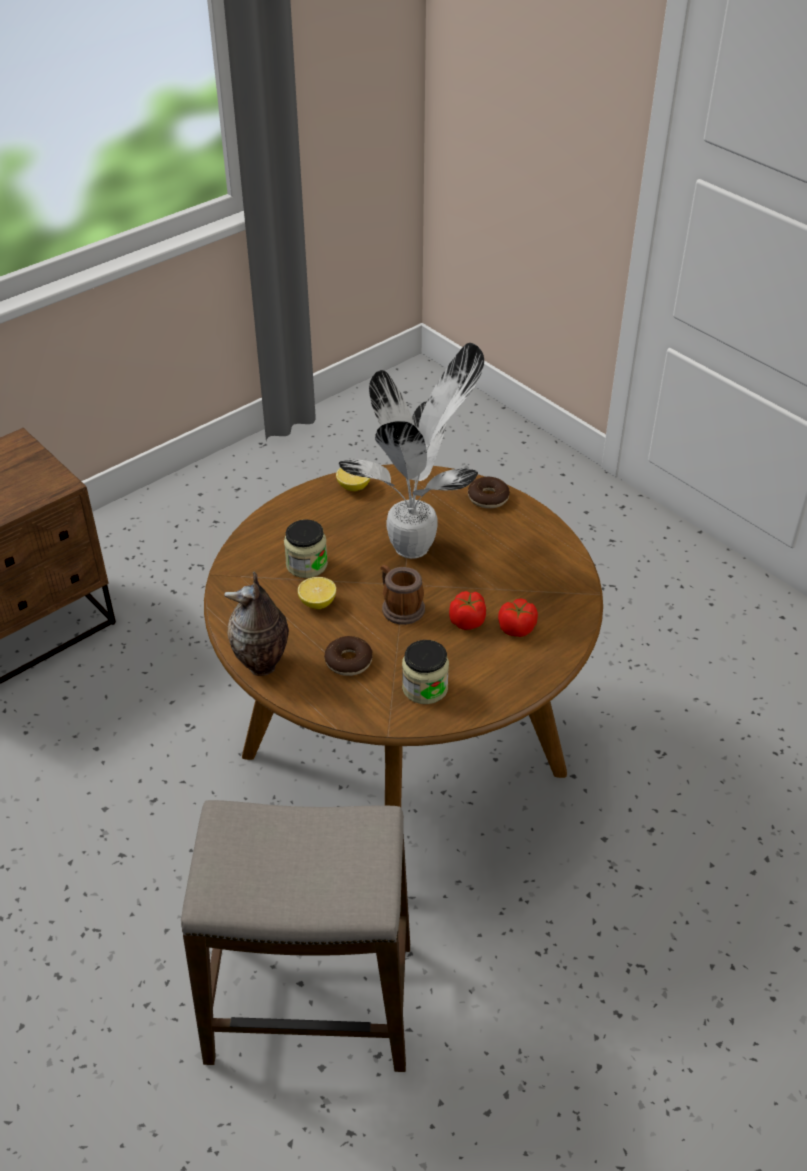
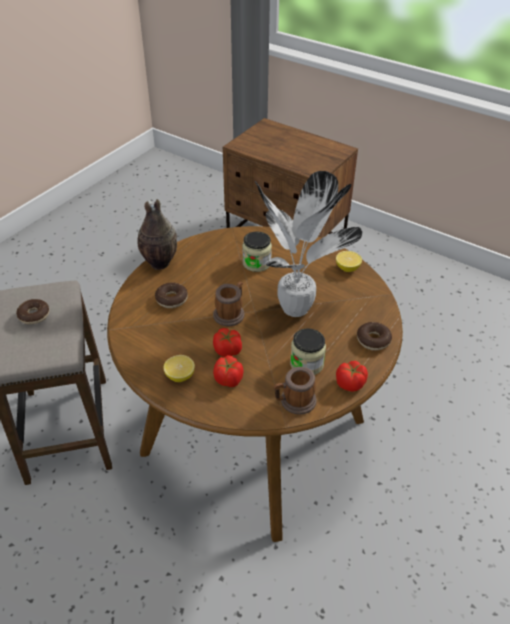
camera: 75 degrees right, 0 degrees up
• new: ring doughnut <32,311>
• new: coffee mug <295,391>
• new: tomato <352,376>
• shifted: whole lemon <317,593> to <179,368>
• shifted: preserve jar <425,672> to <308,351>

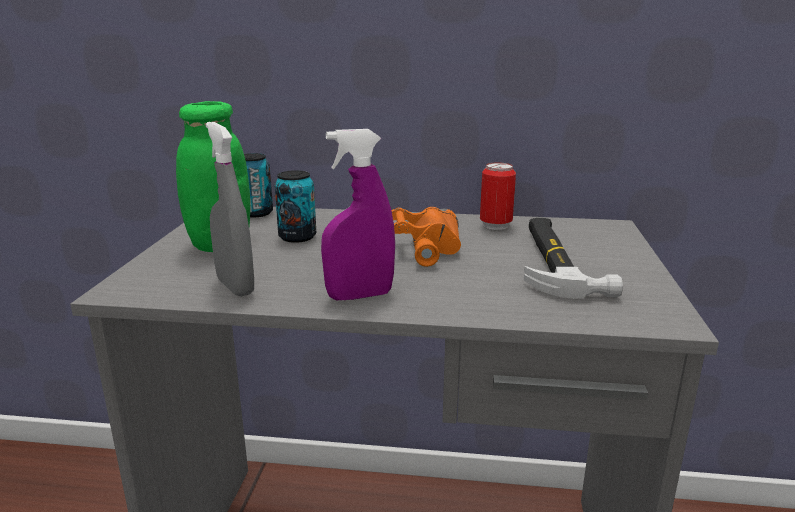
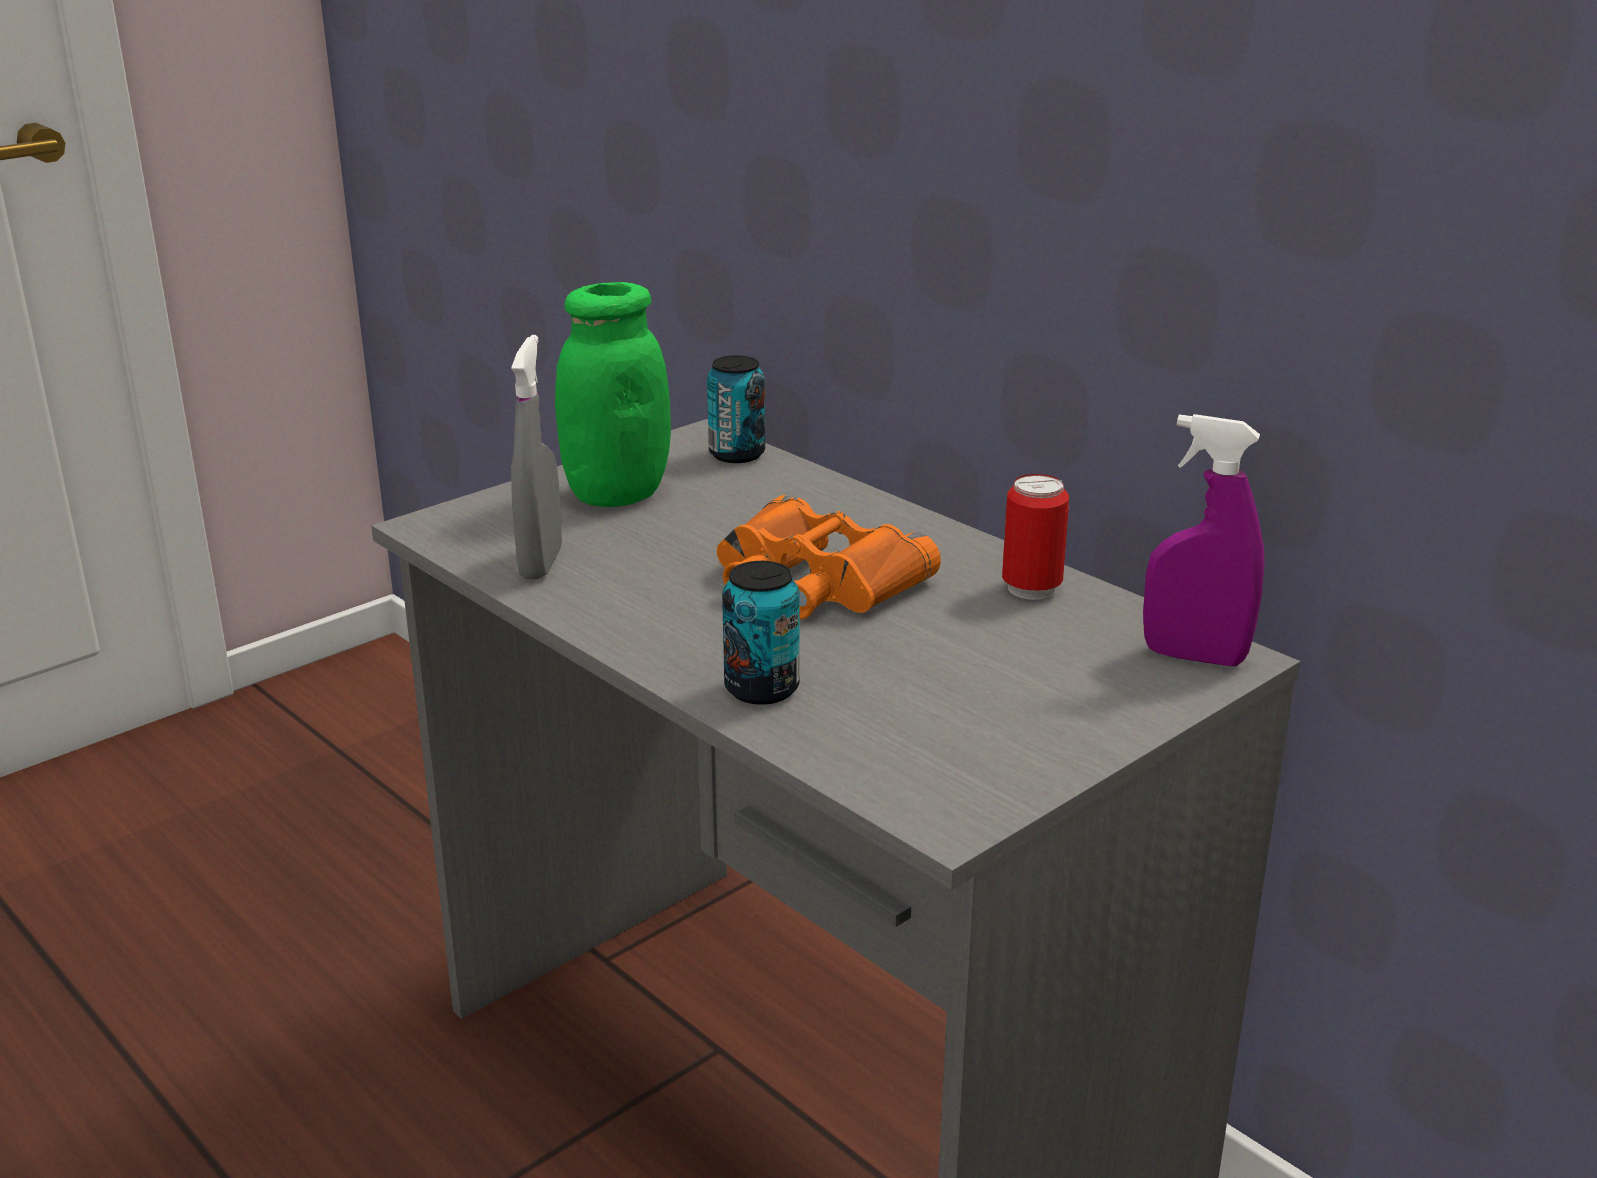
camera: 40 degrees right, 5 degrees up
• gone: tool hammer <573,258>
• shifted: sealed can <295,206> to <761,633>
• shifted: purple sprayer <358,214> to <1204,540>

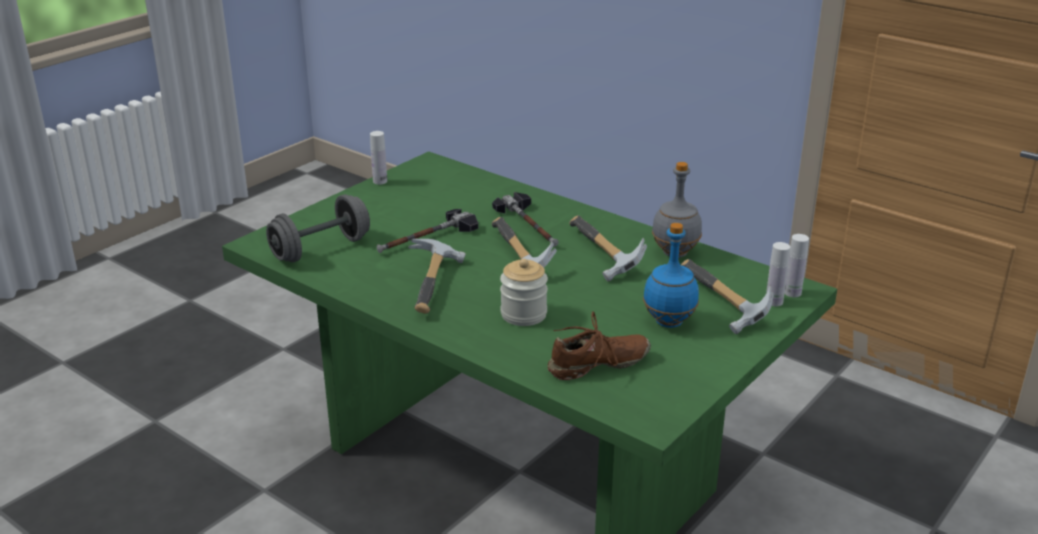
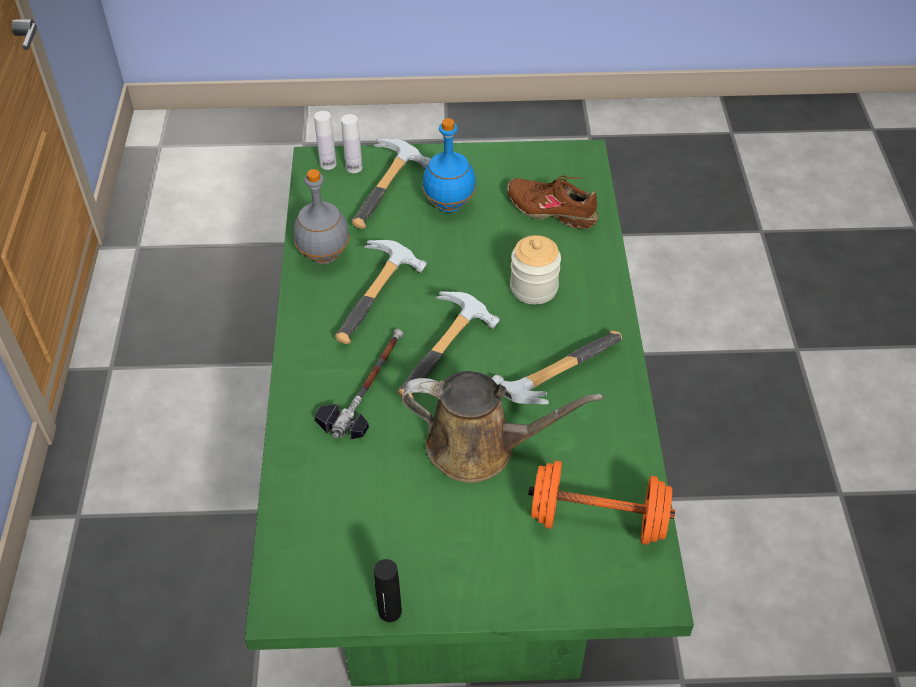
camera: 130 degrees left, 20 degrees up
• swapped: tool hammer <427,231> to brown watering pot <502,427>
• repainted: gray free weight <318,228> to orange-coloured free weight <601,502>
• repainted: white-coloured bottle <378,158> to black bottle <388,590>

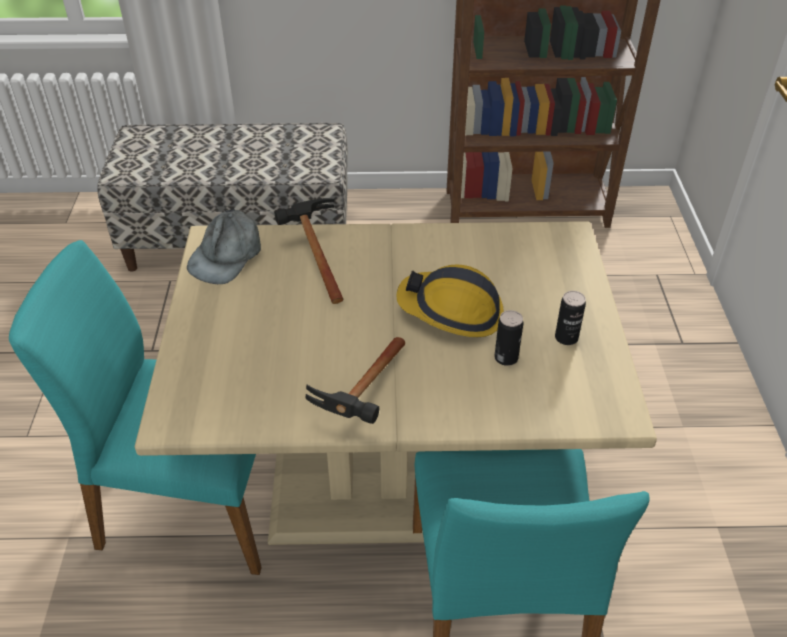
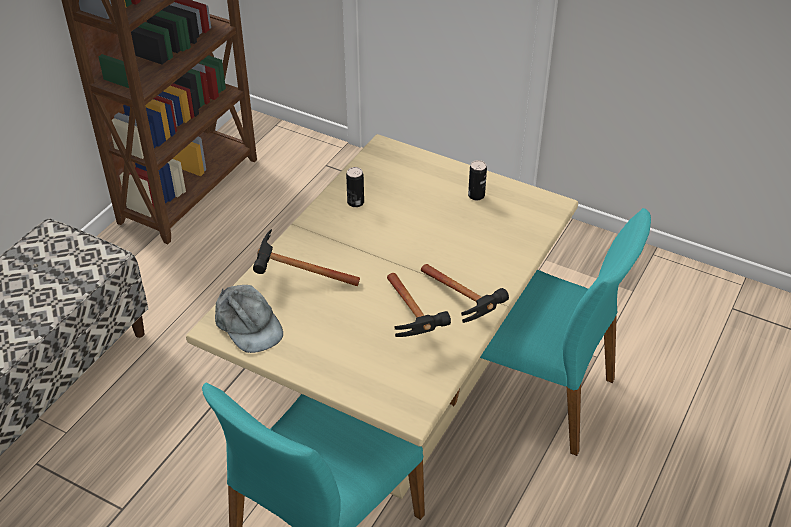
camera: 60 degrees left, 0 degrees up
• gone: safety helmet <450,300>
• new: tool hammer <419,305>
• shifted: sealed can <509,338> to <355,187>

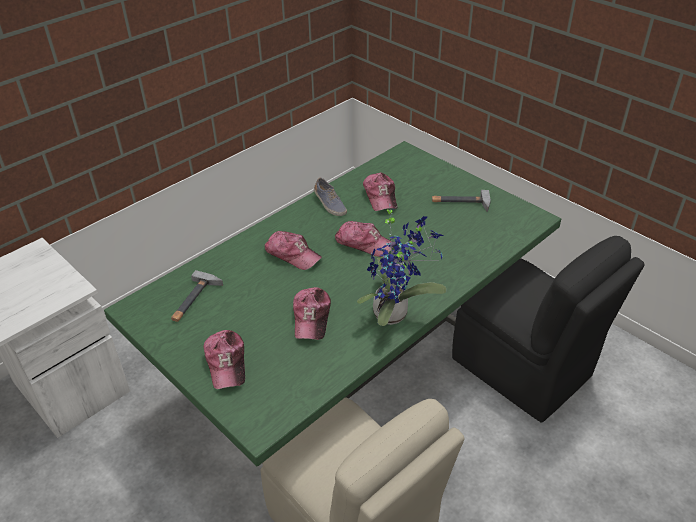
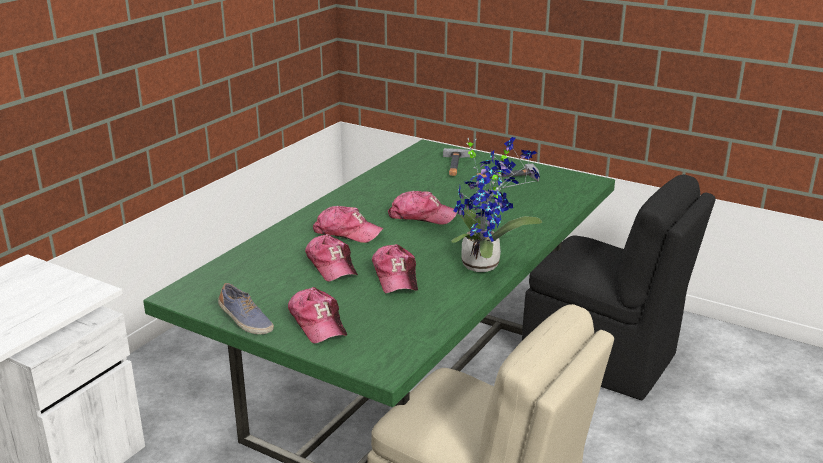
camera: 15 degrees left, 15 degrees down
• shifted: tool hammer <197,296> to <457,162>
• shifted: low shoe <330,197> to <246,308>
• shifted: baseball cap <380,192> to <331,258>

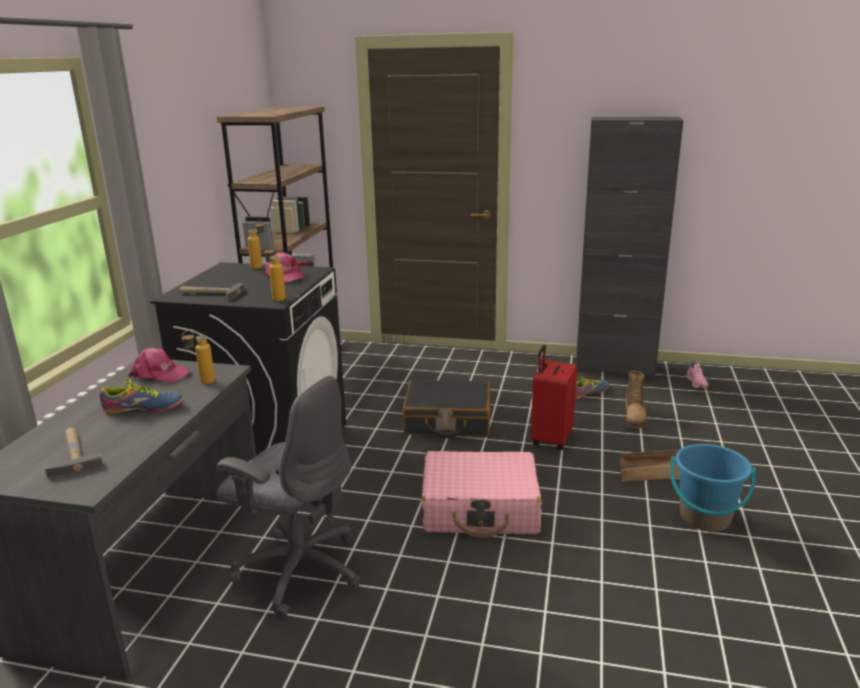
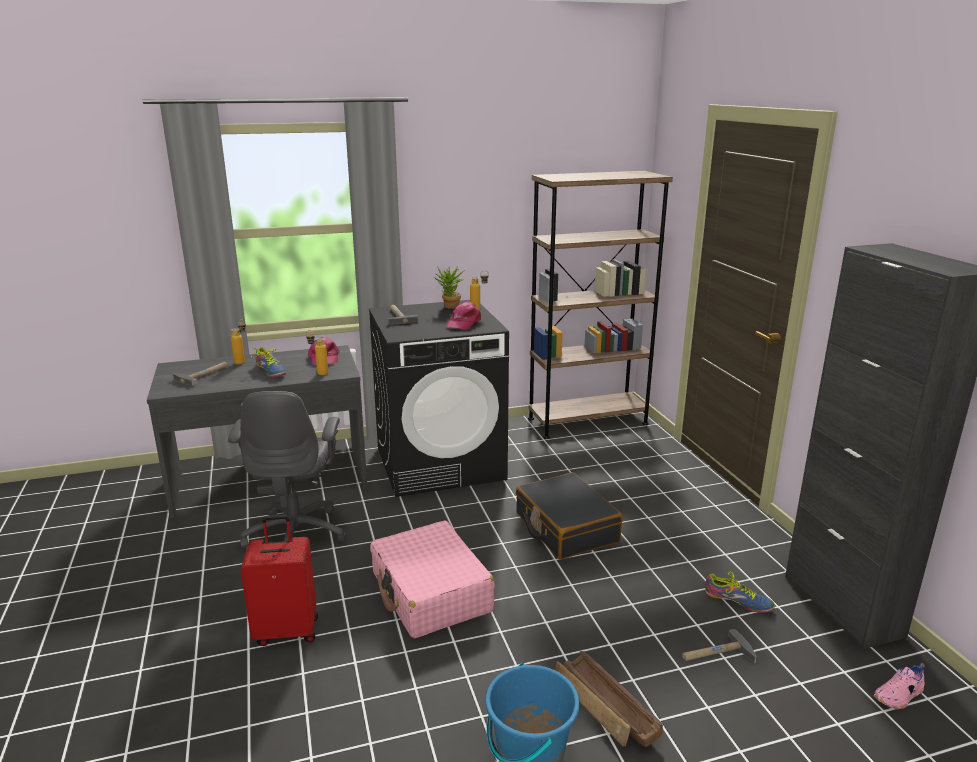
camera: 60 degrees right, 0 degrees up
• new: potted plant <449,287>
• shifted: bottle <275,273> to <238,342>
• shifted: red-coloured travel case <554,397> to <279,580>
• swapped: tall boot <636,399> to tool hammer <719,646>

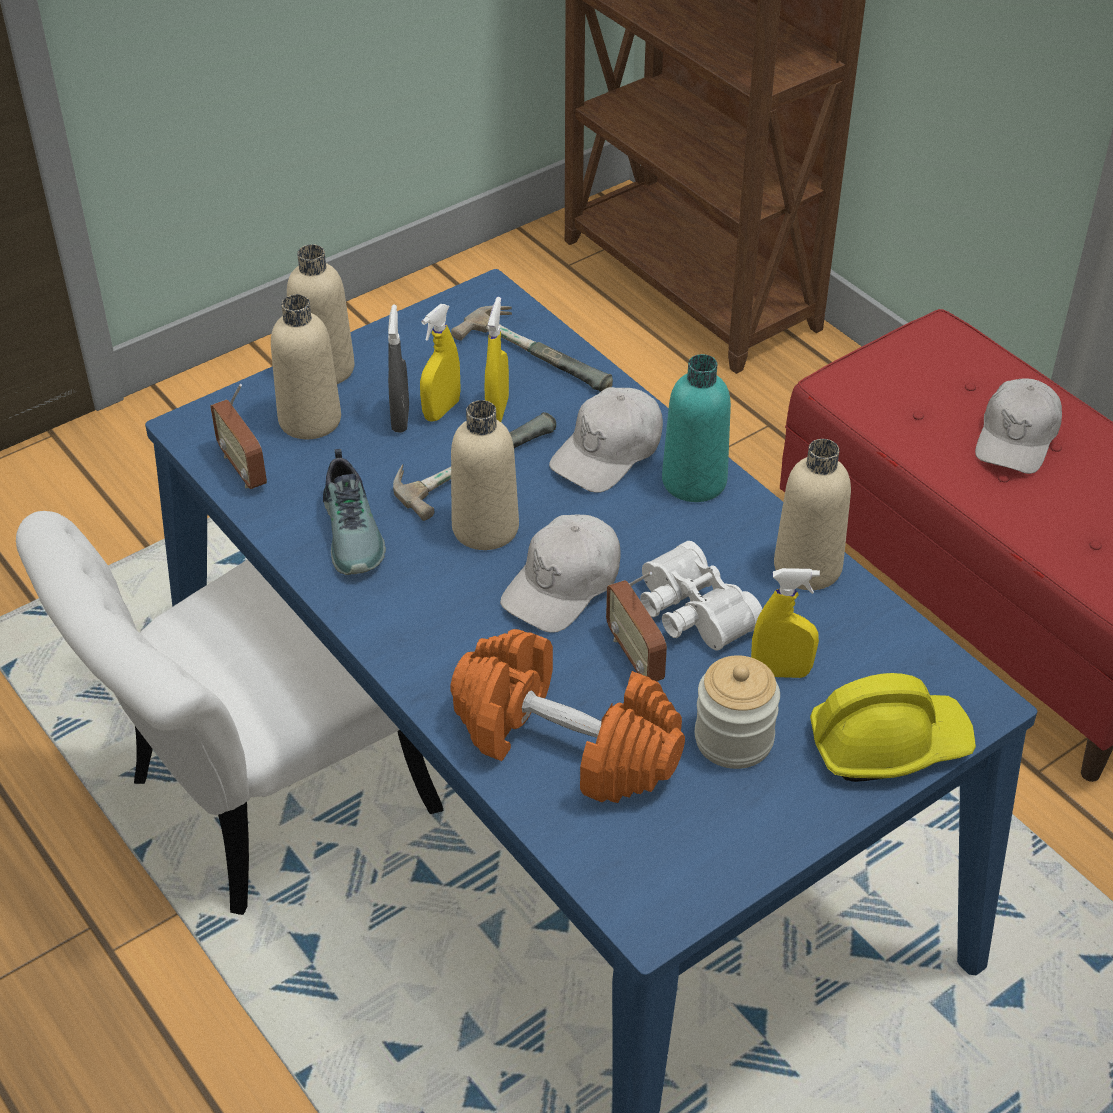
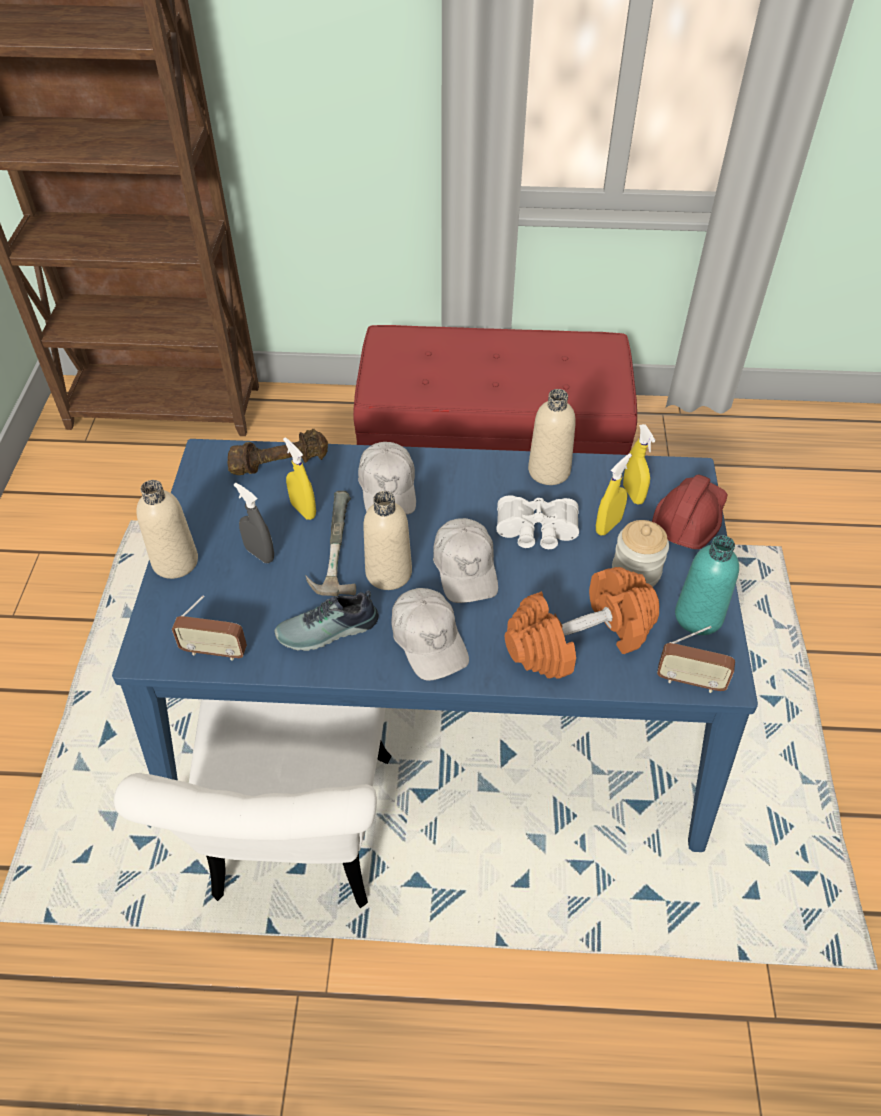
camera: 50 degrees left, 5 degrees up
• gone: sand-coloured bottle <306,366>
• shifted: yellow-coloured sprayer <440,363> to <639,464>
• shifted: radio <636,626> to <696,659>
• shifted: blue-green bottle <696,428> to <707,585>
• shifted: white-coloured baseball cap <1018,426> to <430,634>
• swapped: tool hammer <532,349> to brown free weight <277,452>
• repainted: yellow-coloured safety helmet <893,727> to red-coloured safety helmet <690,511>
• rotated: low shoe <354,512> = <327,621> 135 degrees clockwise

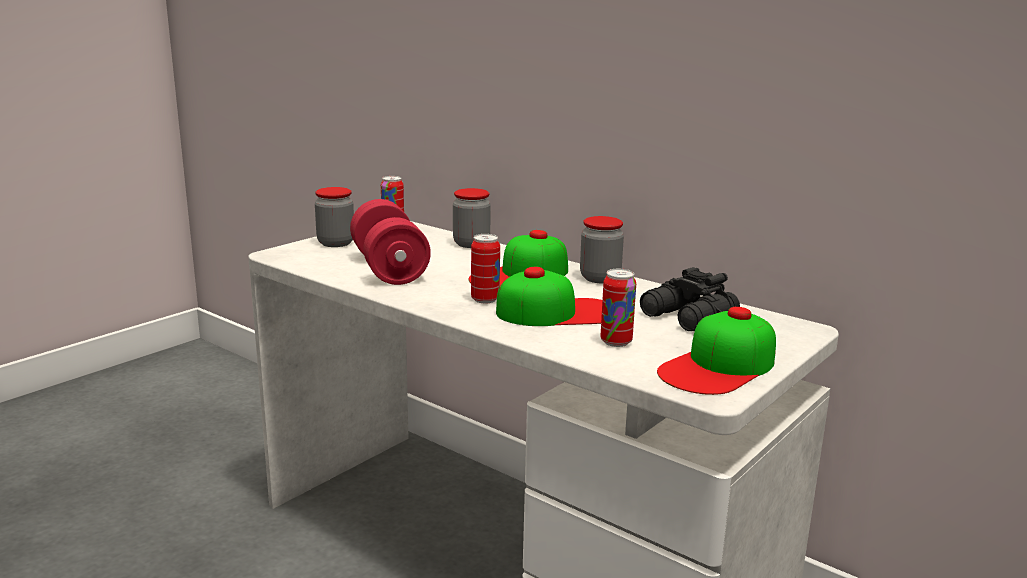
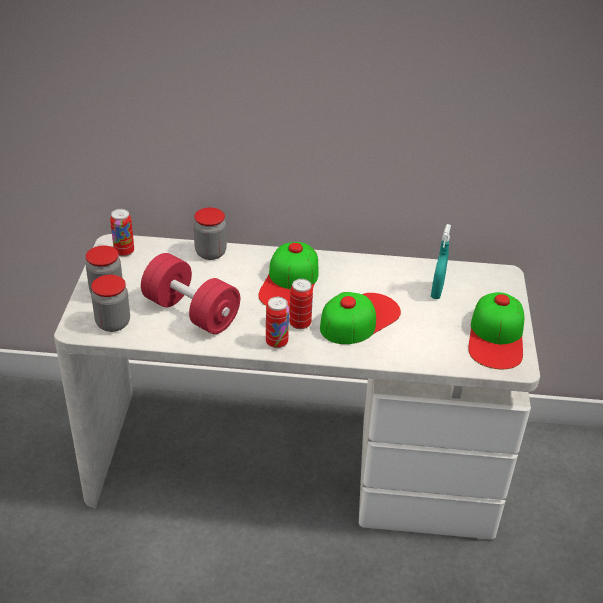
camera: 35 degrees left, 20 degrees up
• shifted: preserve jar <602,249> to <110,303>
• shifted: sealed can <618,308> to <277,322>
• swapped: black field glasses <690,299> to blue-green sprayer <441,261>

